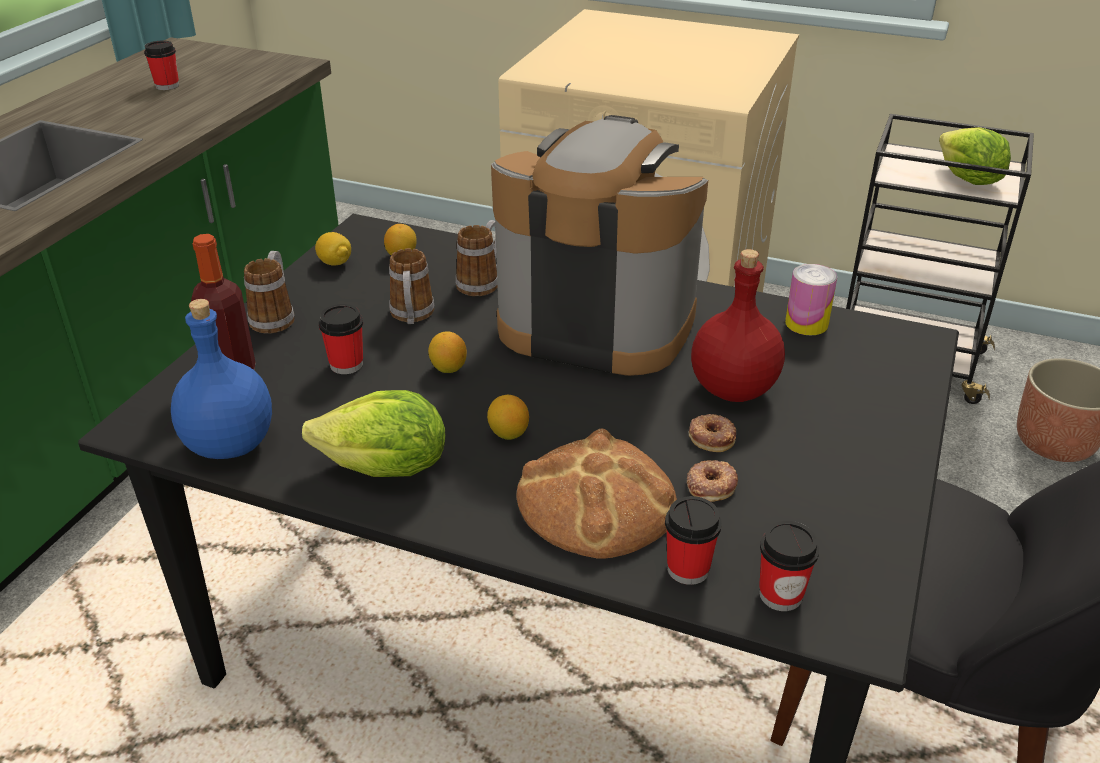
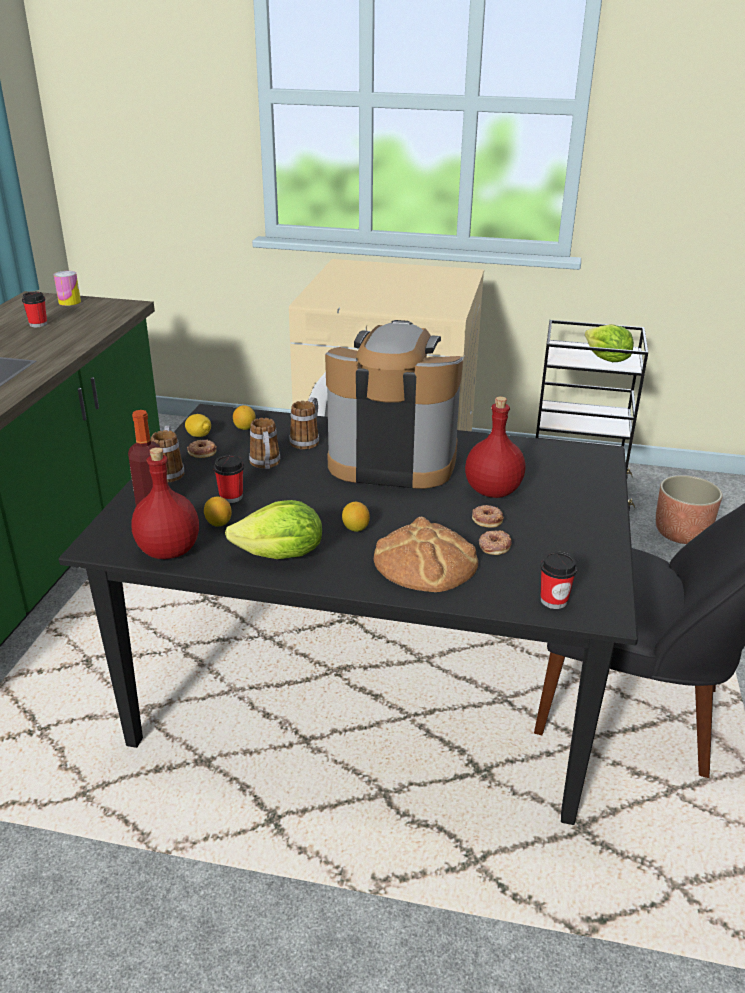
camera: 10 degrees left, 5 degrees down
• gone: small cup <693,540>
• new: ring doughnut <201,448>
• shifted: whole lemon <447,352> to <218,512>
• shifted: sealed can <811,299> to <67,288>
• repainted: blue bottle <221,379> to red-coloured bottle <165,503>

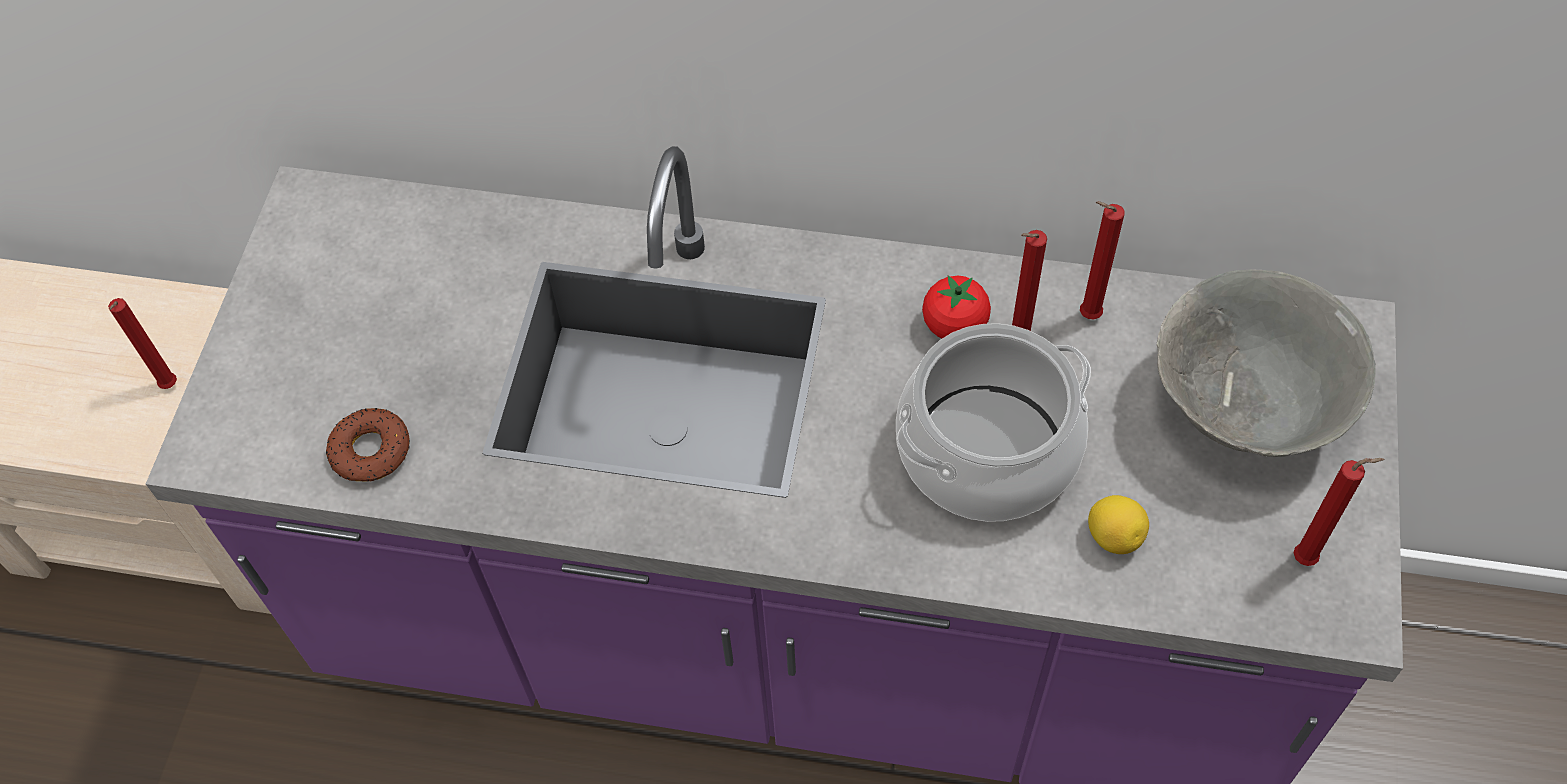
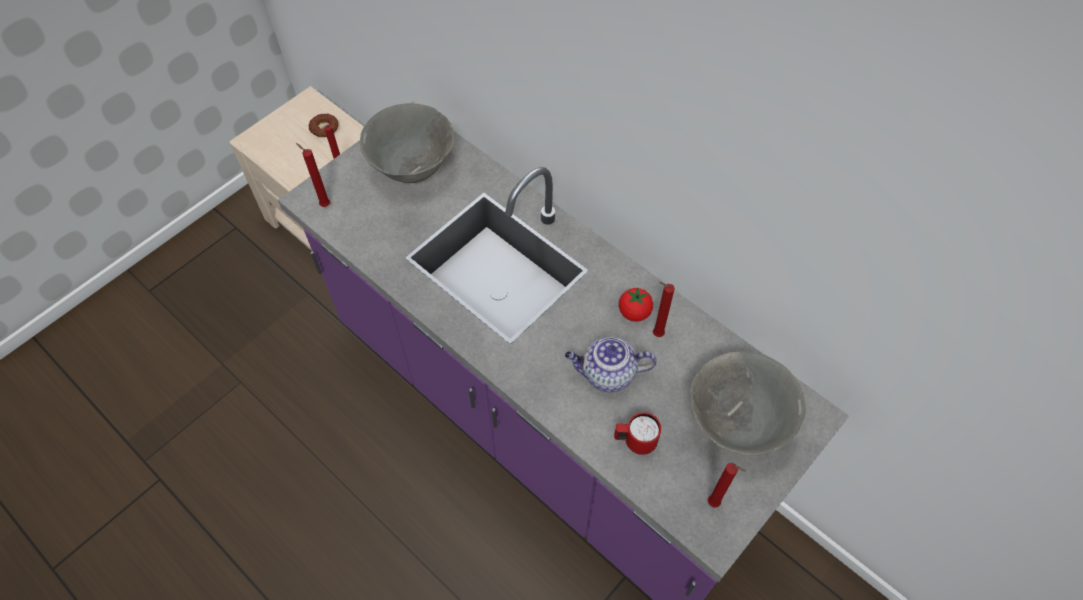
camera: 30 degrees right, 0 degrees up
• new: gray bowl <407,143>
• shifted: ring doughnut <368,445> to <323,125>
• shifted: red-coloured wax candle <1102,260> to <313,175>
• swapped: stockpot <993,422> to teapot <611,364>
• swapped: whole lemon <1118,524> to red-coloured coffee mug <637,433>

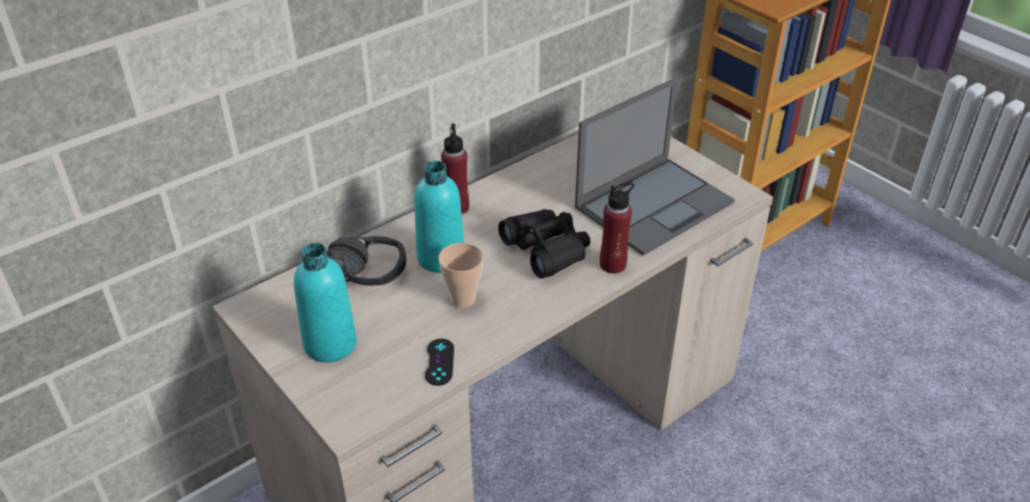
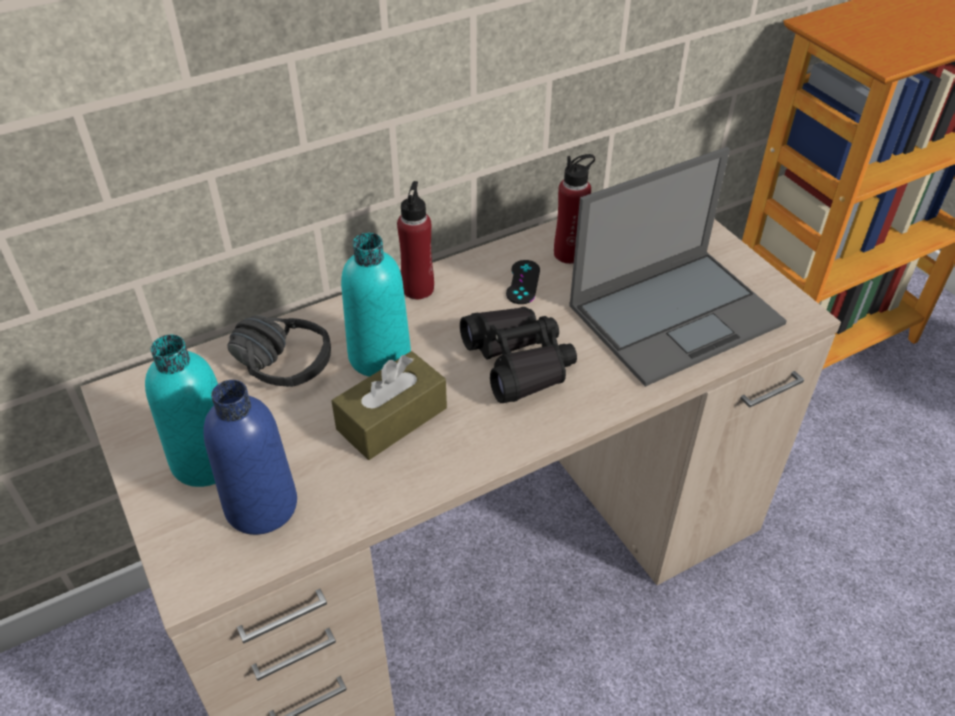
camera: 10 degrees right, 5 degrees up
• new: blue bottle <250,457>
• shifted: black joypad <439,362> to <523,282>
• shifted: red-coloured bottle <617,228> to <574,209>
• swapped: small cup <461,275> to brown tissue holder <389,405>

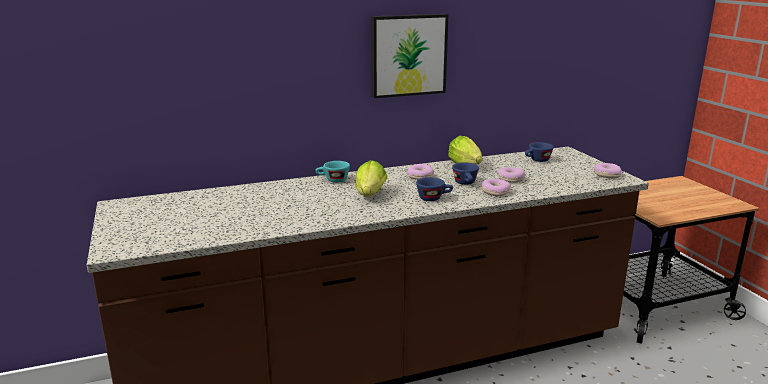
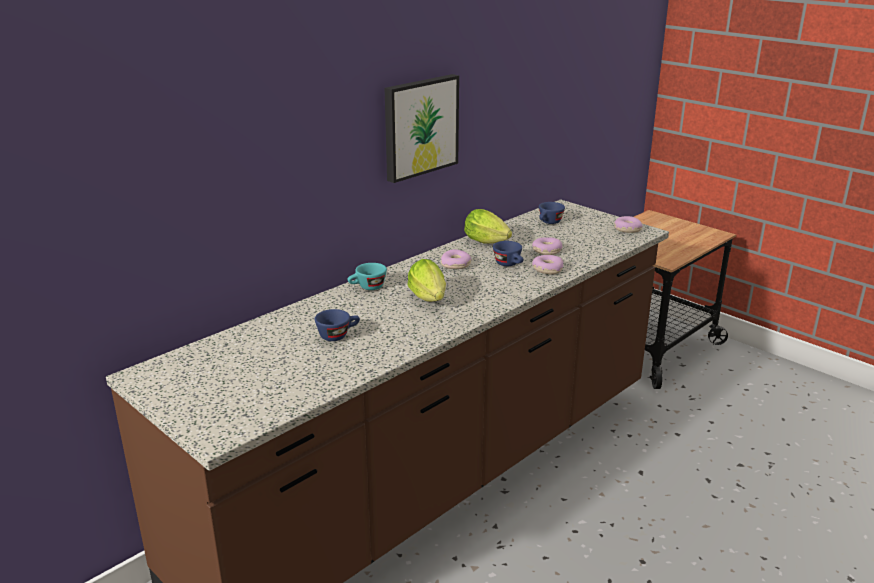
camera: 25 degrees left, 5 degrees up
• shifted: blue small cup <434,189> to <337,325>

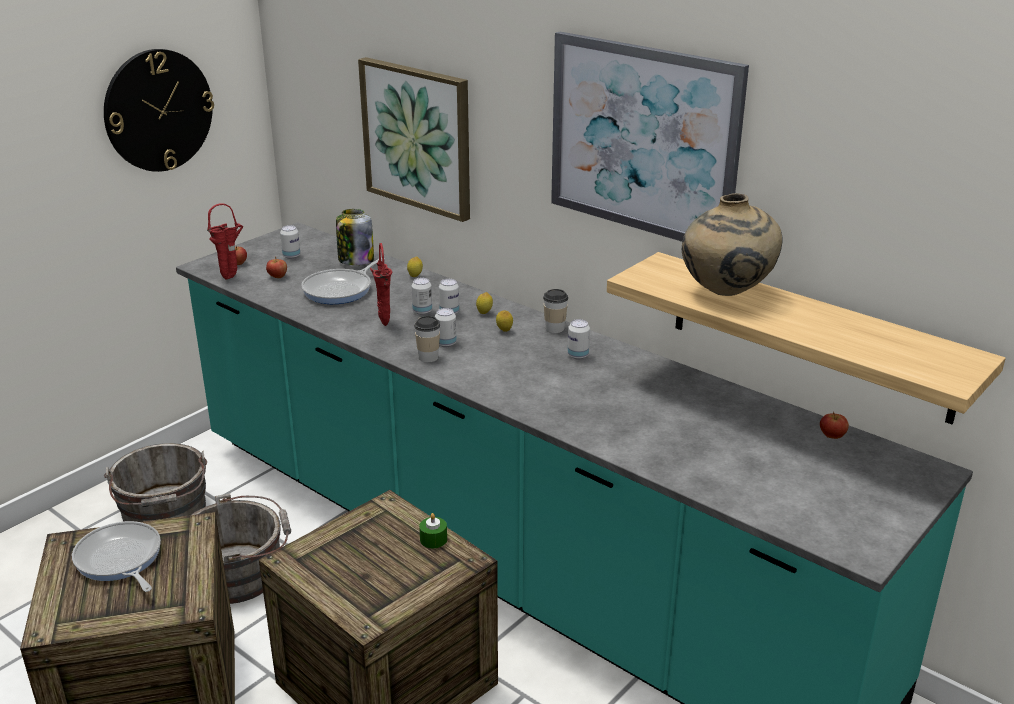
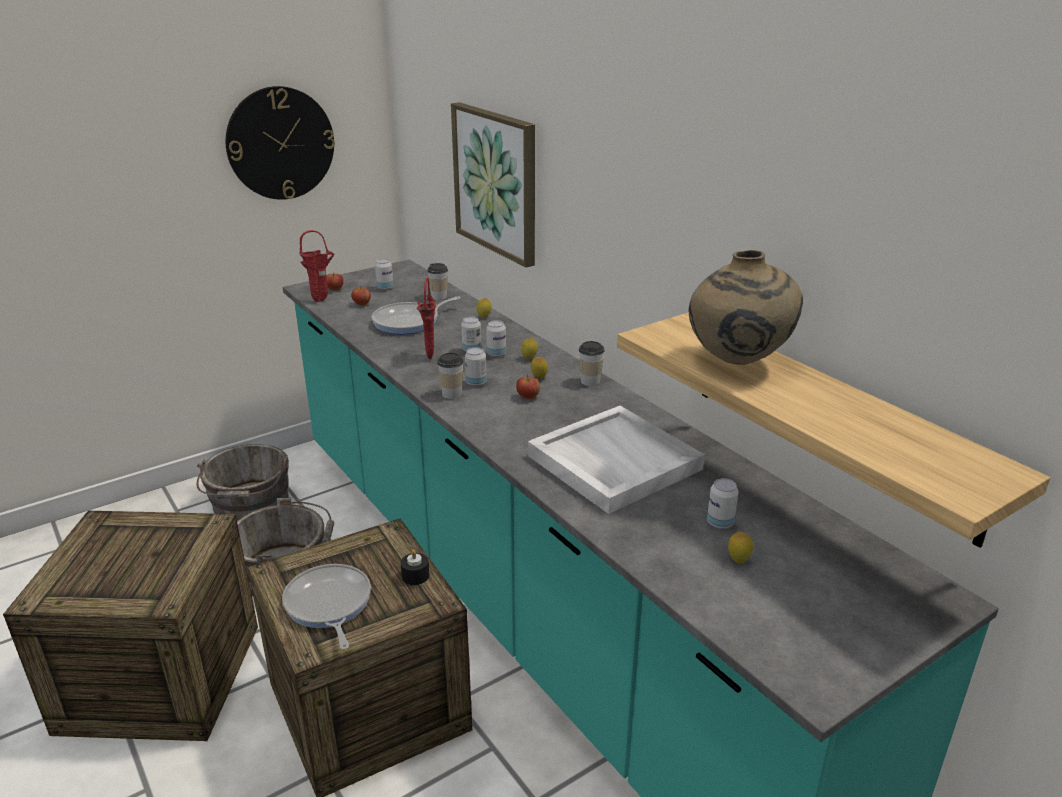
camera: 15 degrees right, 0 degrees up
• gone: picture <650,137>
• new: white-coloured serving tray <616,460>
• new: whole lemon <740,547>
• shifted: frying pan <116,556> to <326,607>
• shifted: sealed can <579,339> to <723,503>
• shifted: whole apple <834,425> to <528,386>
• swapped: preserve jar <355,237> to small cup <437,281>
• repainted: greenish wax candle <433,530> to black wax candle <415,567>

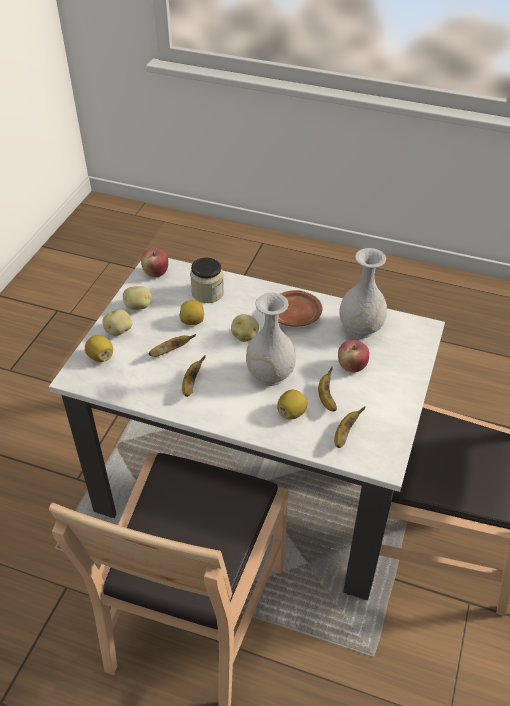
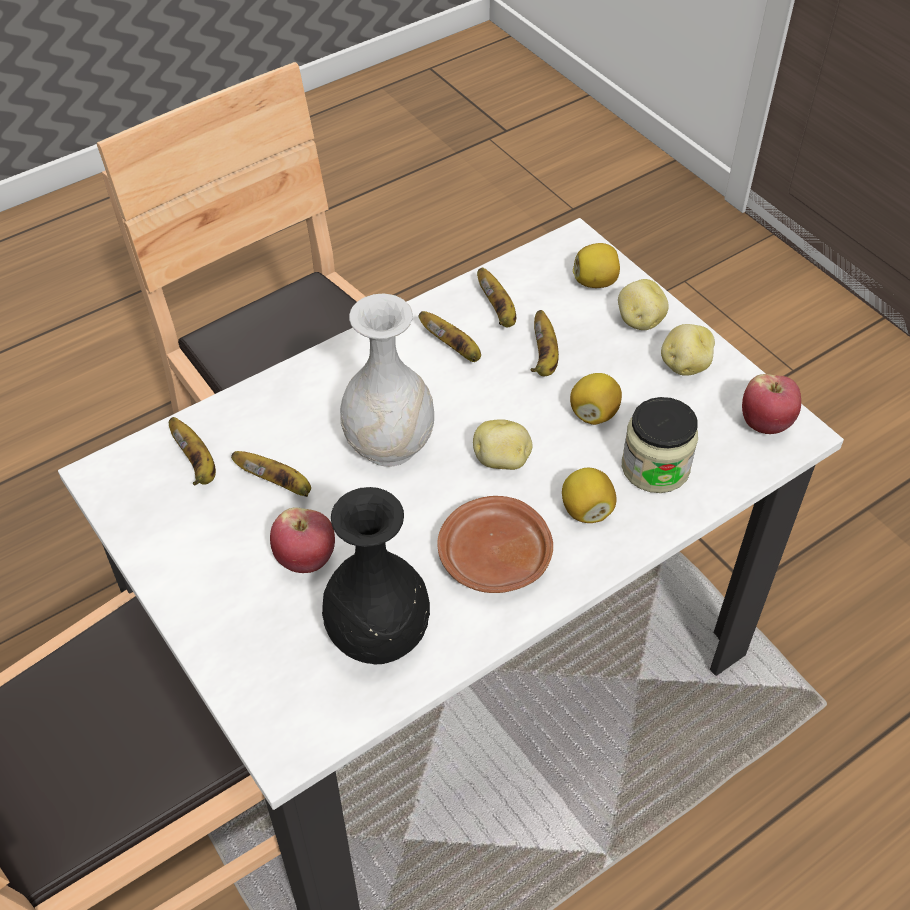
camera: 125 degrees right, 5 degrees up
• new: banana fruit <496,297>
• shifted: whole lemon <292,404> to <589,495>
• repainted: white-coloured decorative vase <363,293> to black decorative vase <376,575>

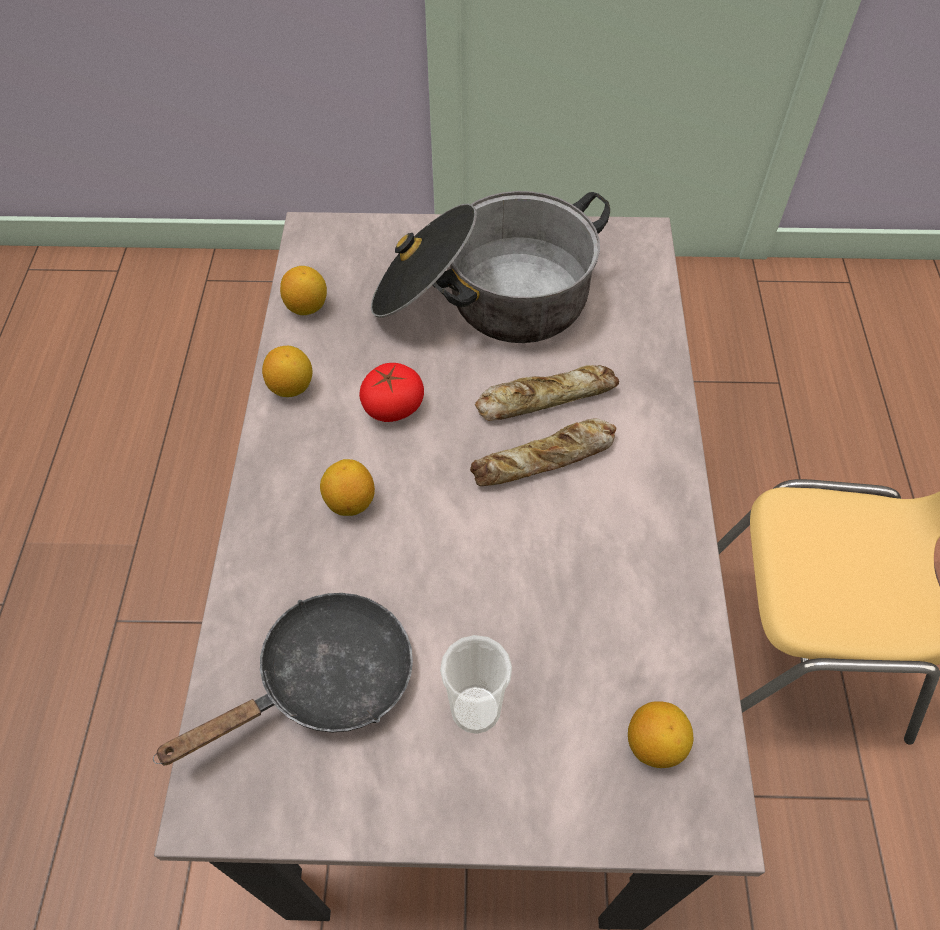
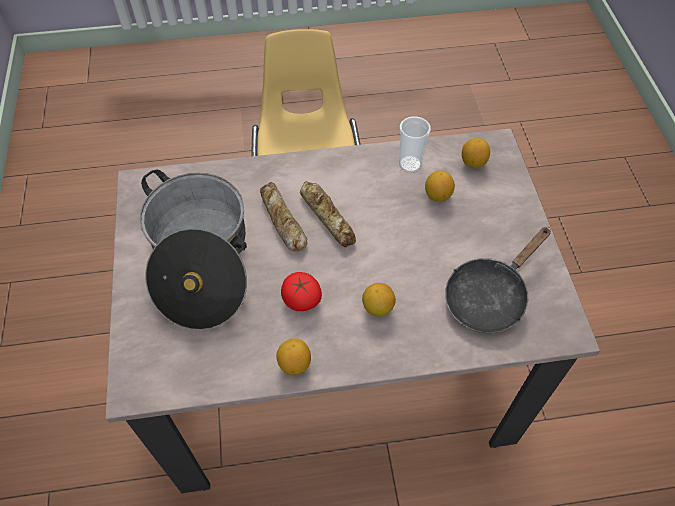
camera: 100 degrees left, 0 degrees up
• shifted: whole lemon <303,290> to <440,186>
• shifted: small cup <476,684> to <415,144>
• rotated: black frying pan <283,679> = <498,280> 90 degrees counterclockwise

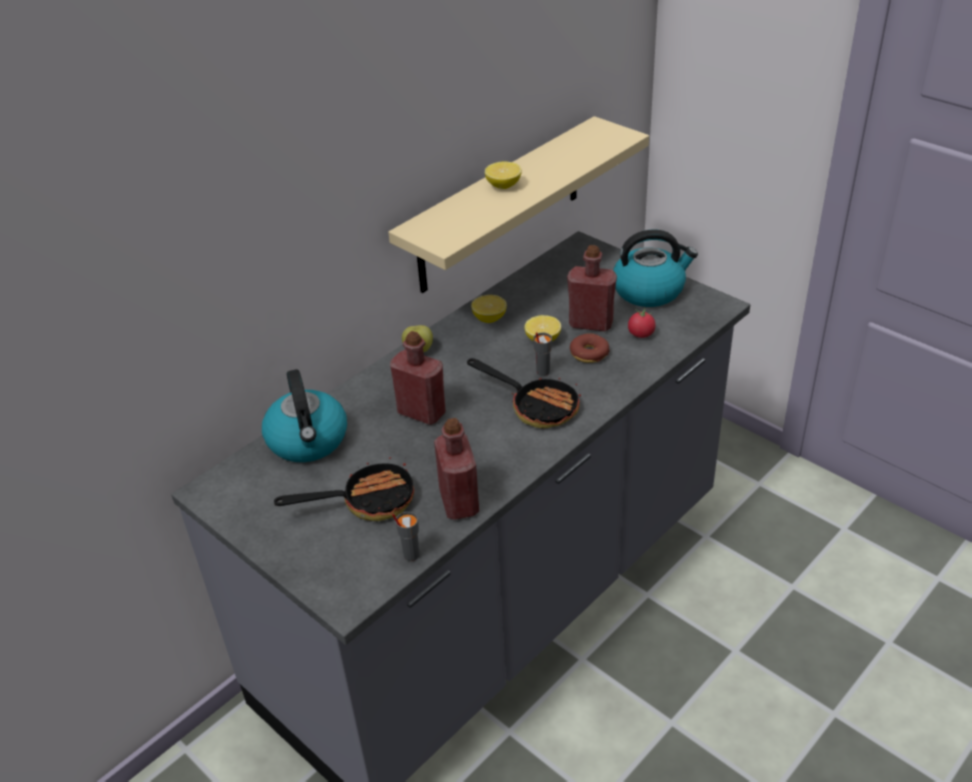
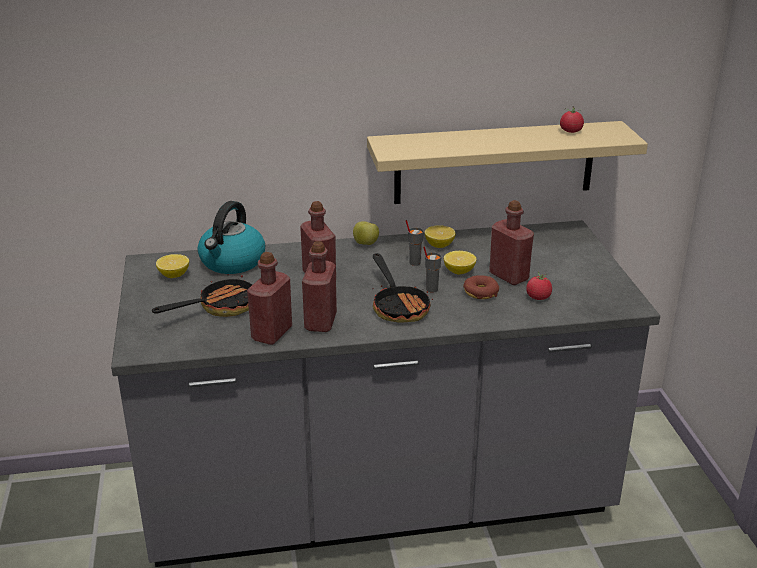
camera: 35 degrees right, 10 degrees down
• gone: kettle <655,268>
• new: red-coloured bottle <319,286>
• new: tomato <572,120>
• shifted: gray small cup <406,536> to <415,243>
• shifted: whole lemon <503,175> to <172,266>
• rotated: frying pan <344,489> = <202,295> 60 degrees counterclockwise

